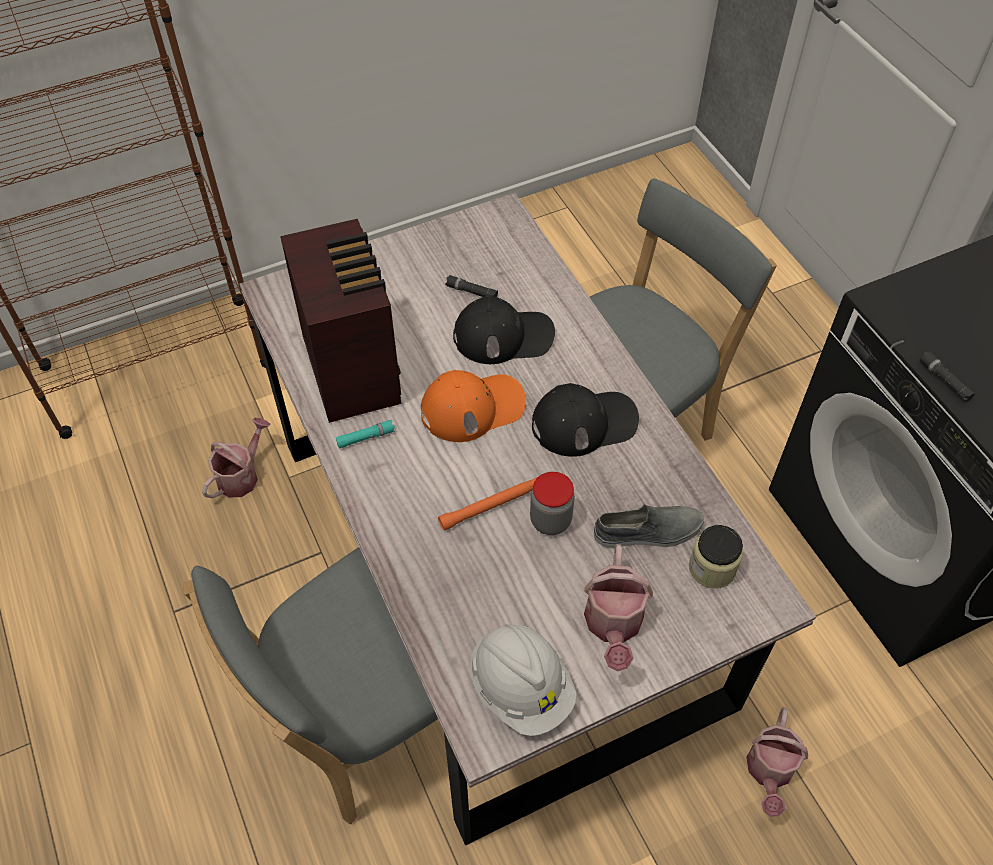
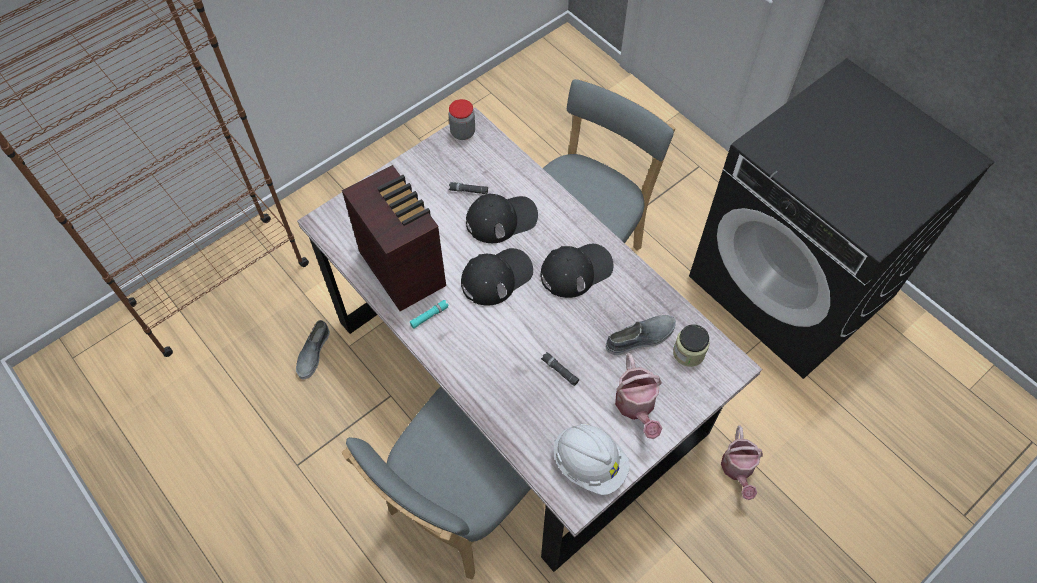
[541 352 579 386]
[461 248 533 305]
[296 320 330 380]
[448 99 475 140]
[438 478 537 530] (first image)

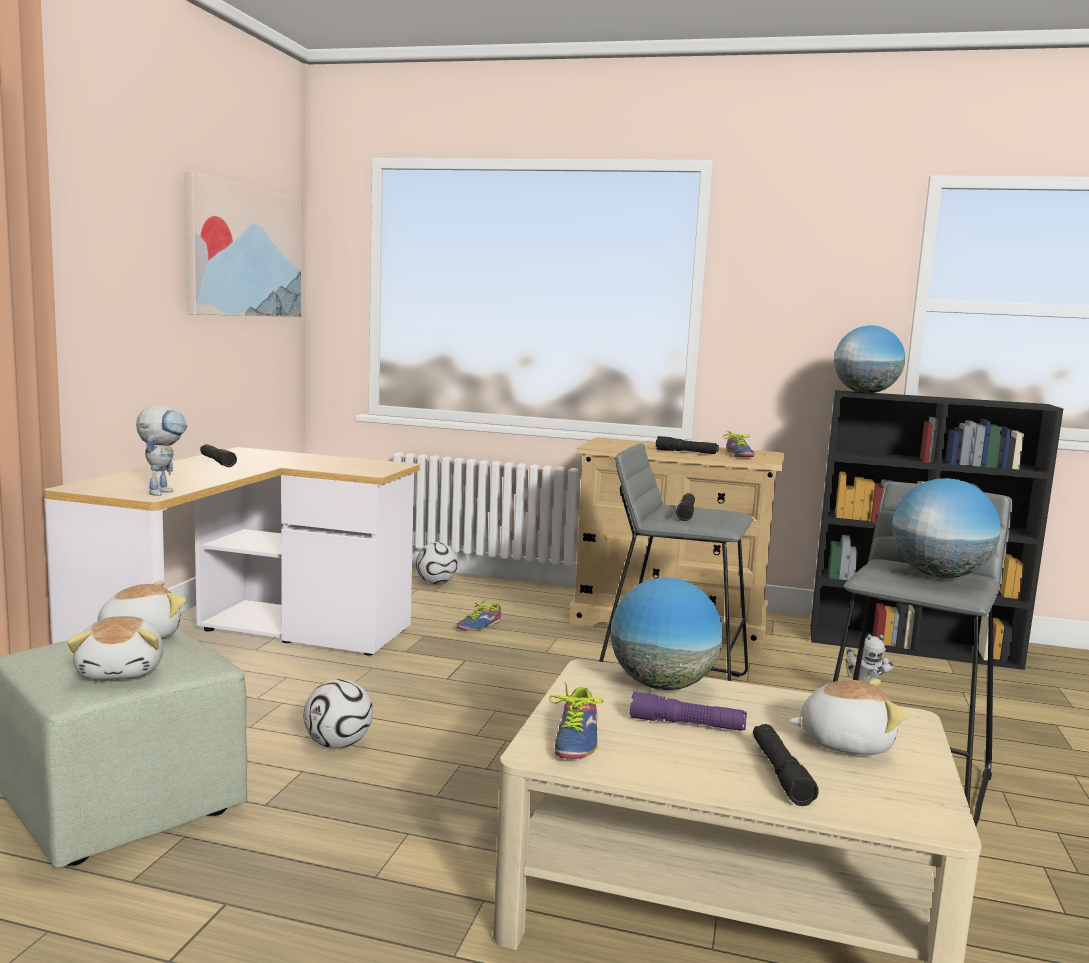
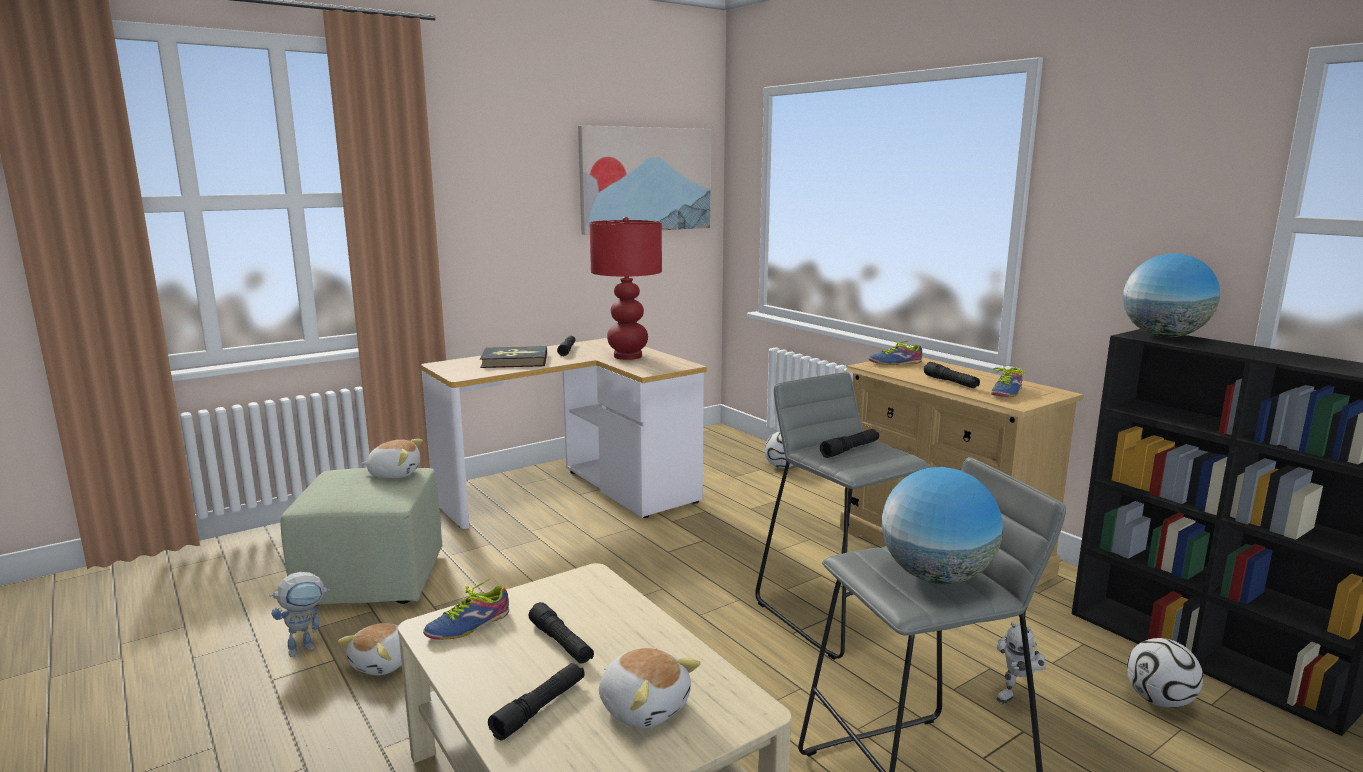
[269 572 330 657]
[611 577 723 690] (first image)
[868 340 922 365]
[338 623 402 676]
[1127 638 1203 708]
[529 602 594 664]
[590 217 662 360]
[480 346 547 368]

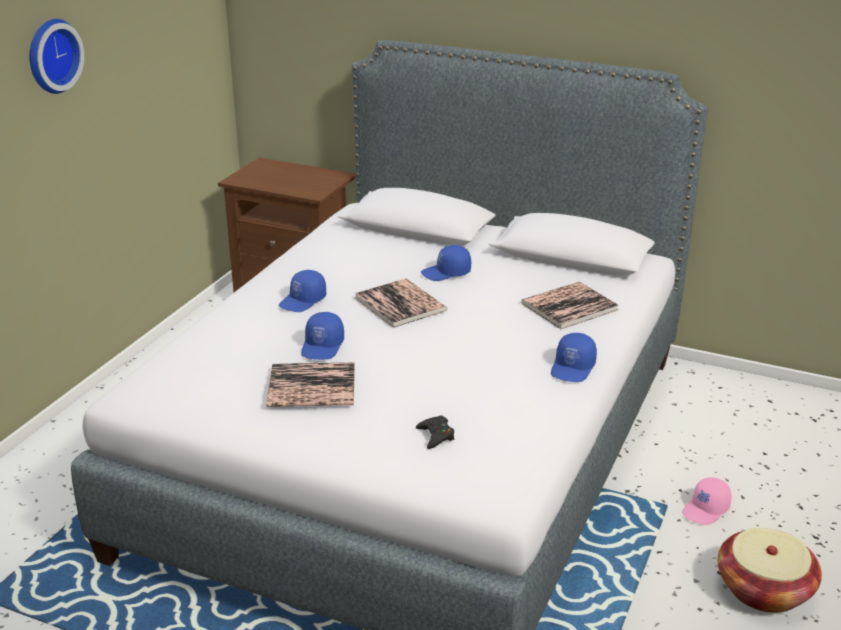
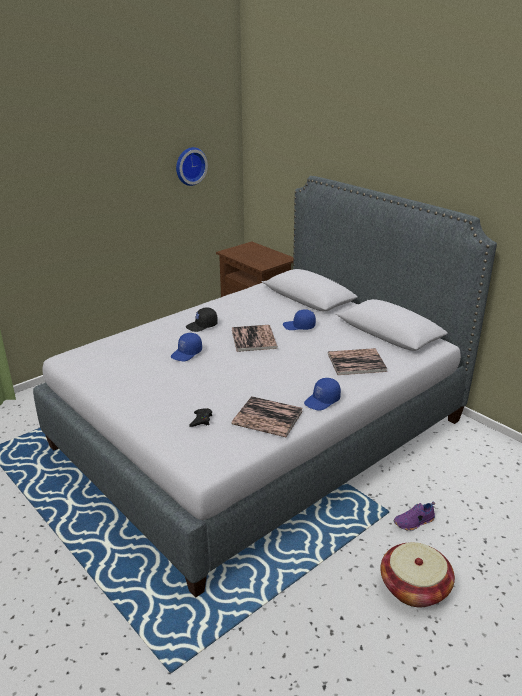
[176 147 208 186]
[186 308 218 332]
[232 396 303 437]
[394 501 435 531]

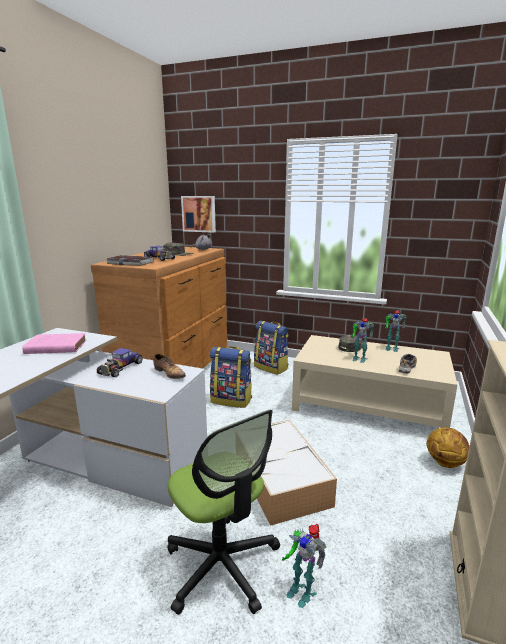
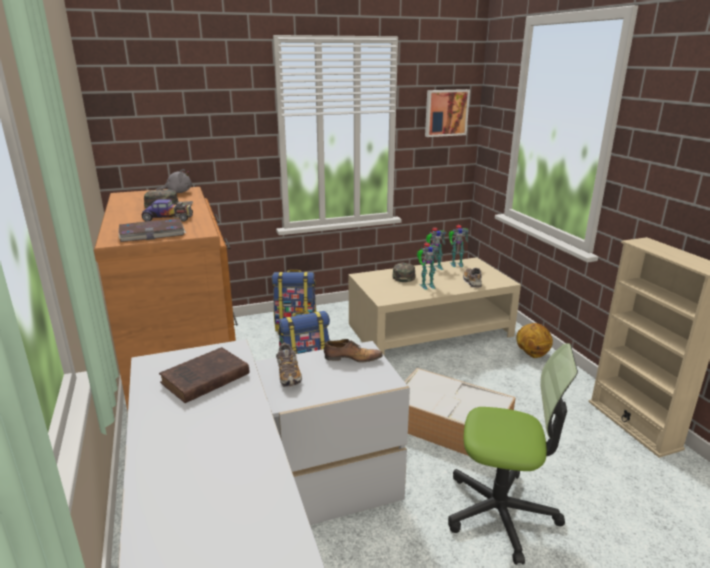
[425 89 470 137]
[159 347 250 403]
[276 343 302 387]
[448 225 469 267]

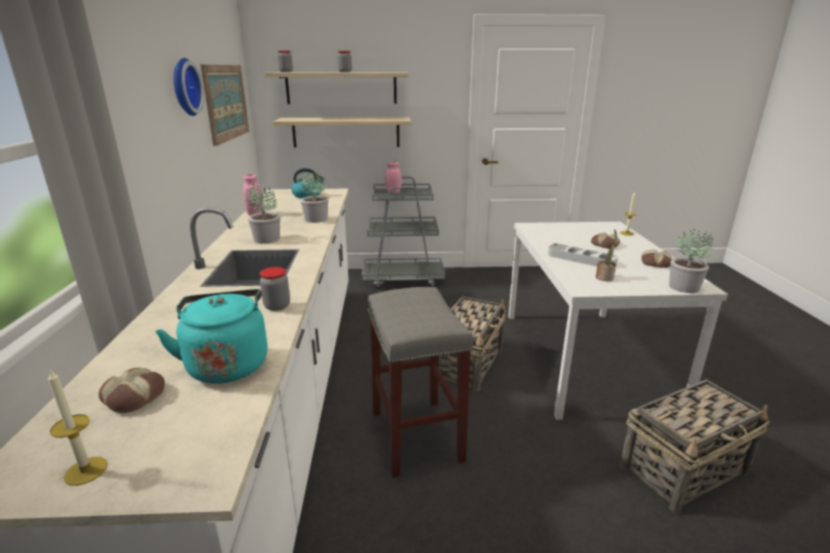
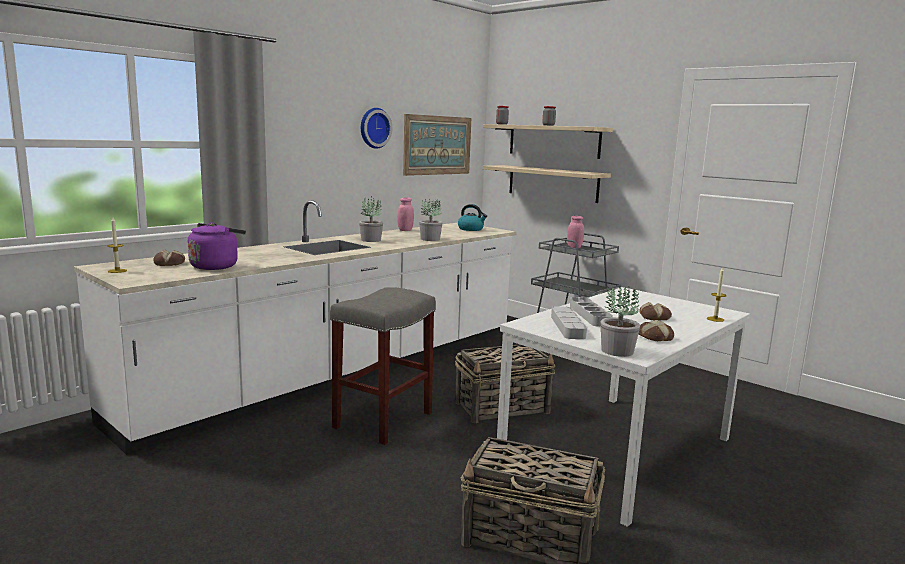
[551 306 587 339]
[260 267 290 311] (first image)
[188 222 246 270]

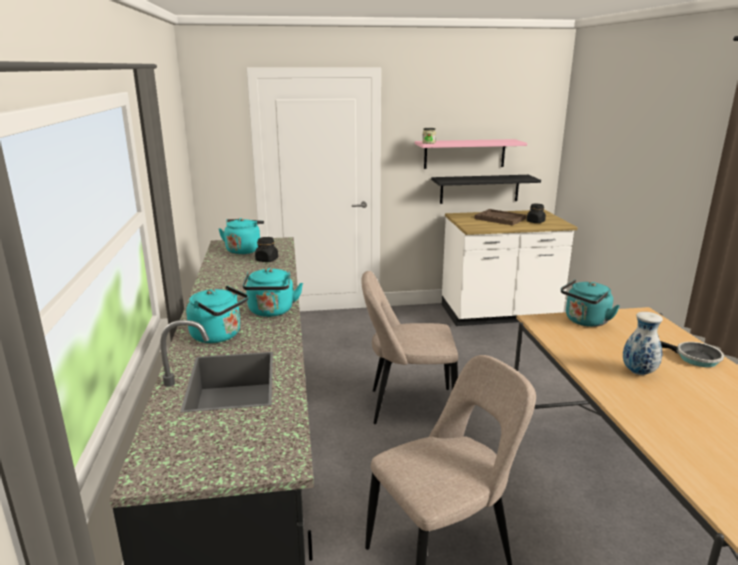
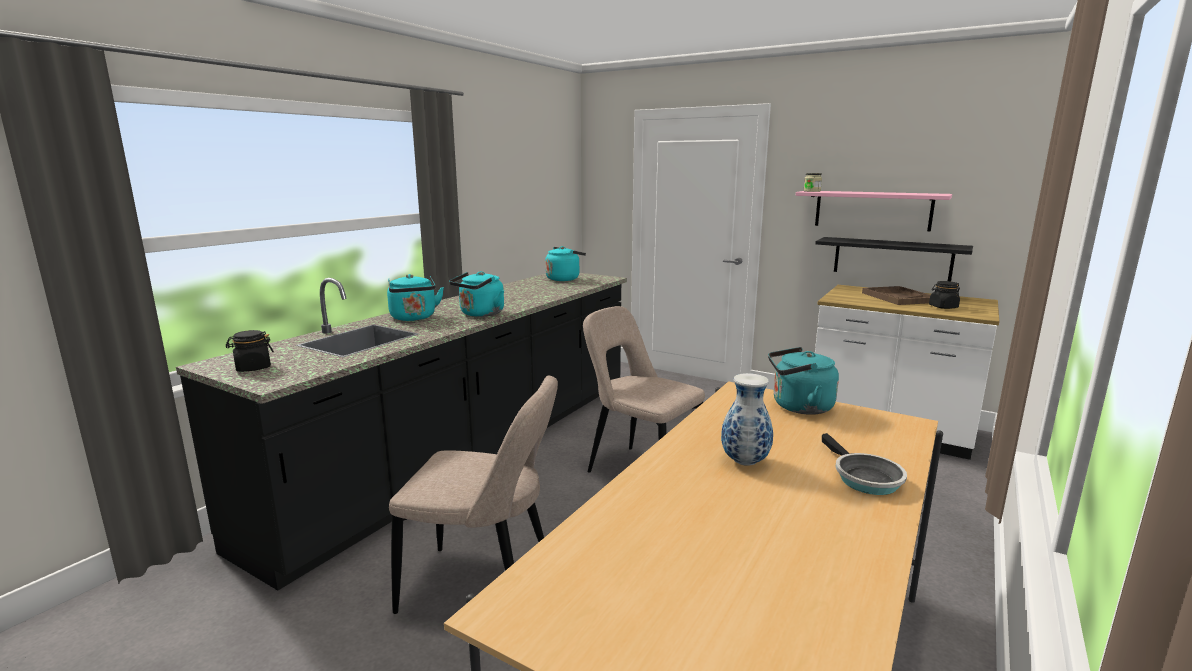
[226 330 274 372]

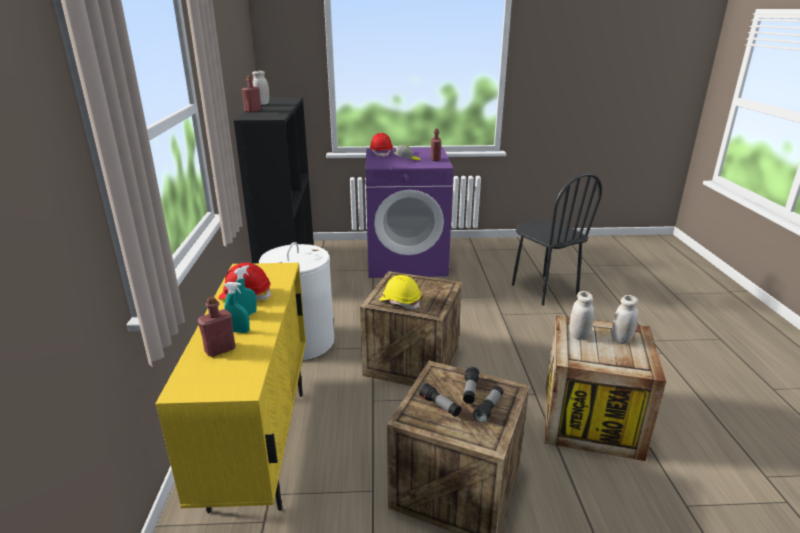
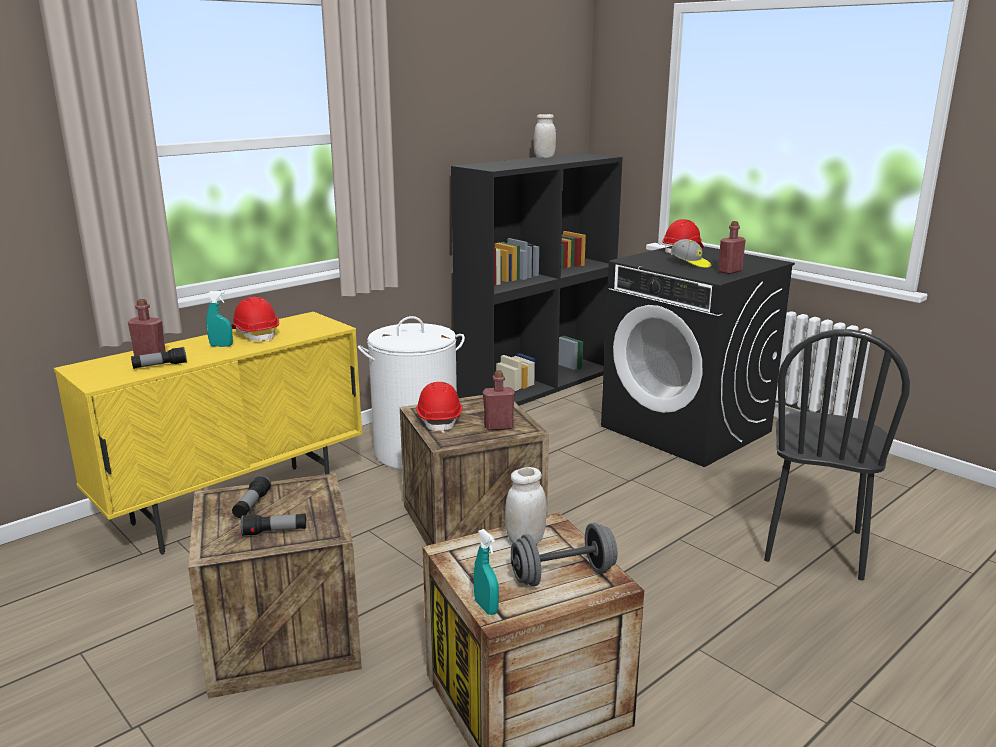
[483 370 515 431]
[601 246 795 467]
[416 382 462 433]
[474 529 499 615]
[511 523 617 587]
[131 347 187 369]

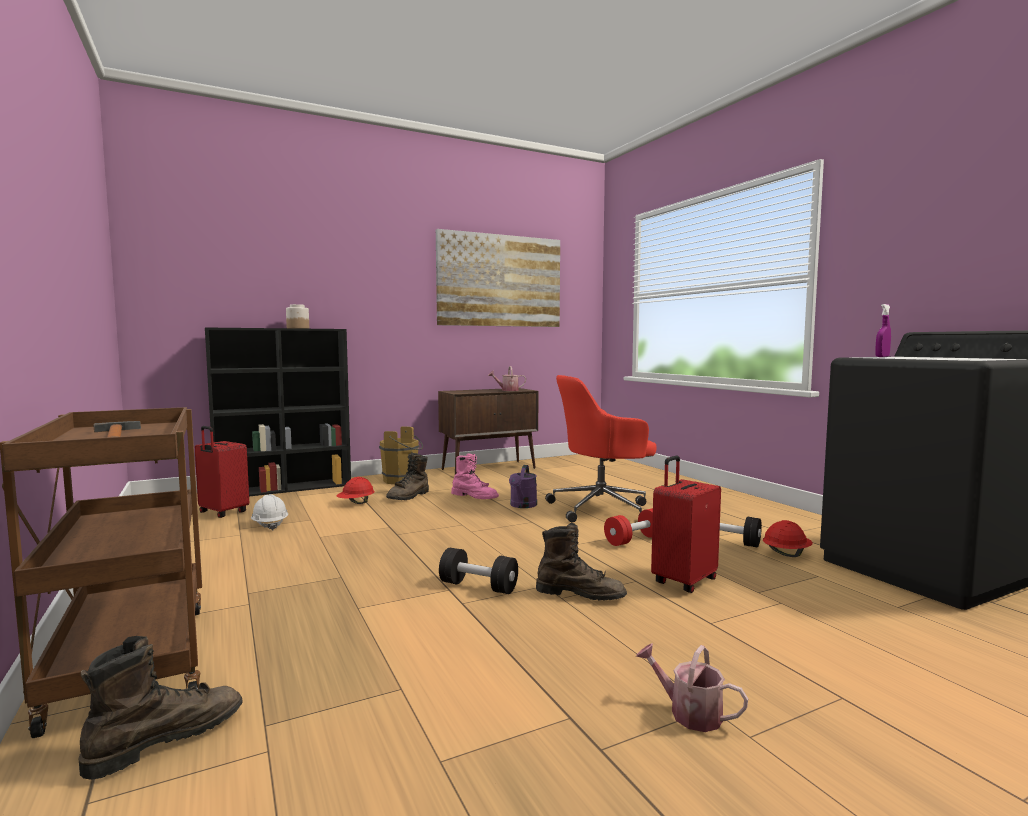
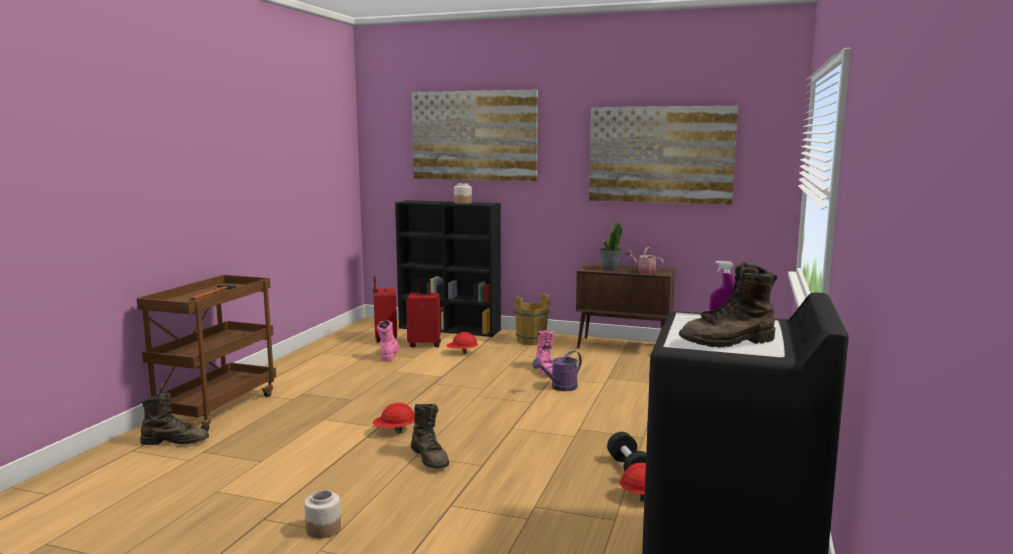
[545 375 657 523] (first image)
[679 262 777 347]
[406 279 441 348]
[377 320 400 361]
[604 508 653 546] (first image)
[373 402 415 434]
[304 490 341 538]
[412 90 538 182]
[599 221 622 271]

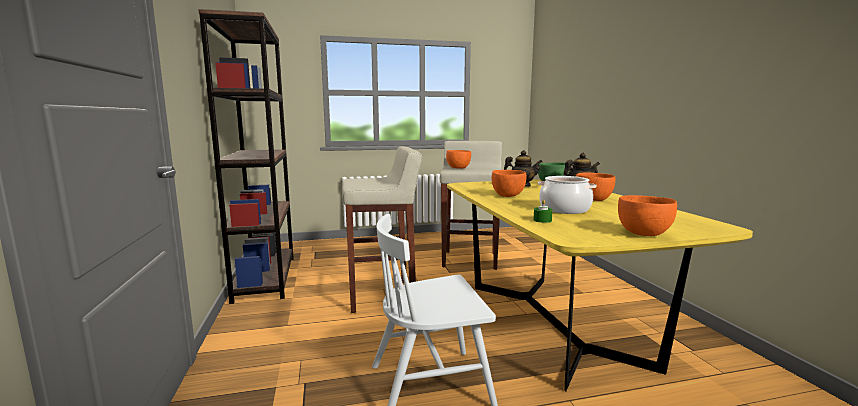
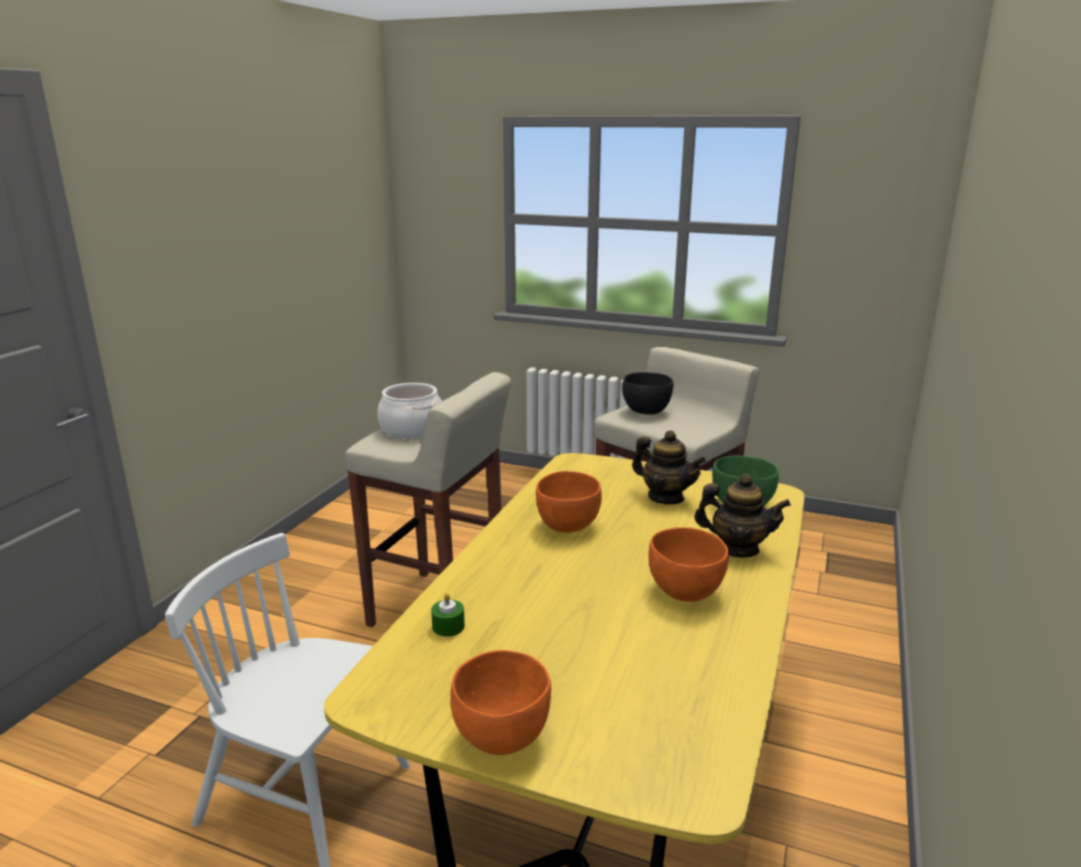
[198 9 294 304] (first image)
[622 372 673 414]
[377 383 442 439]

